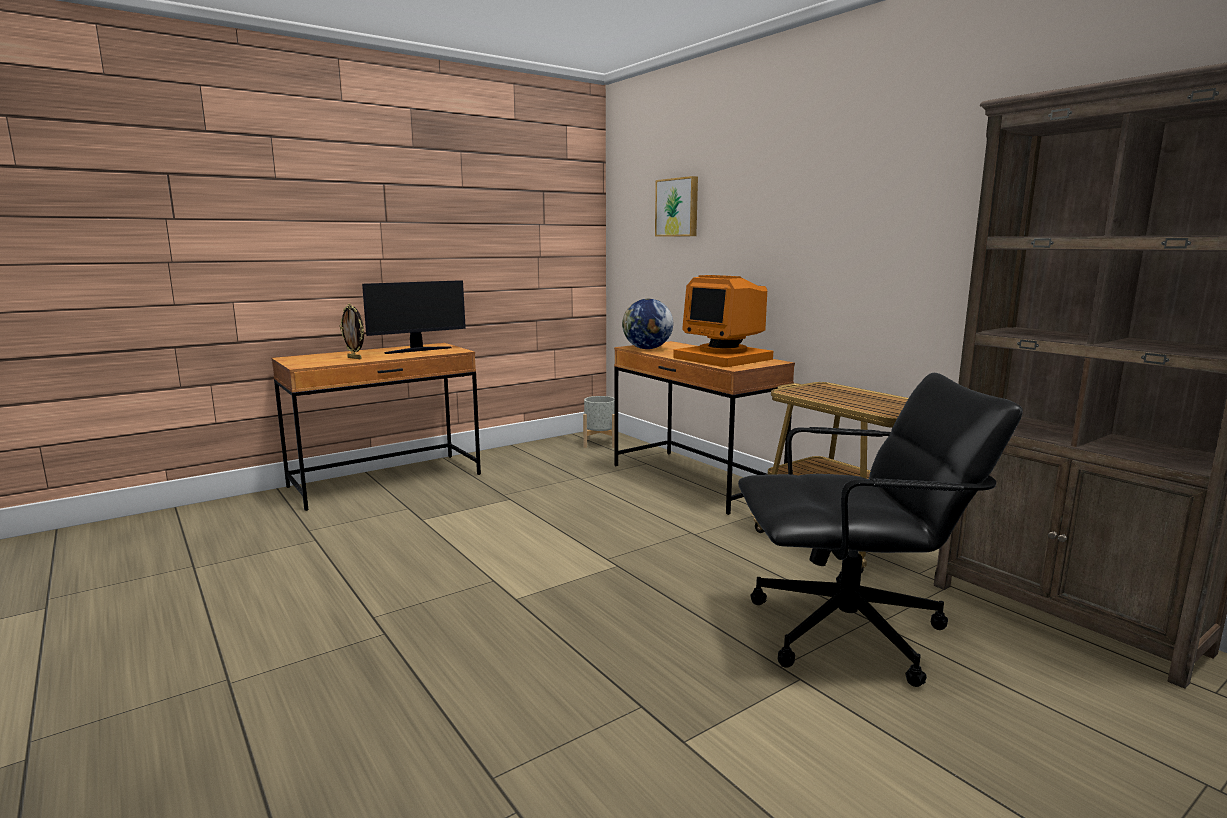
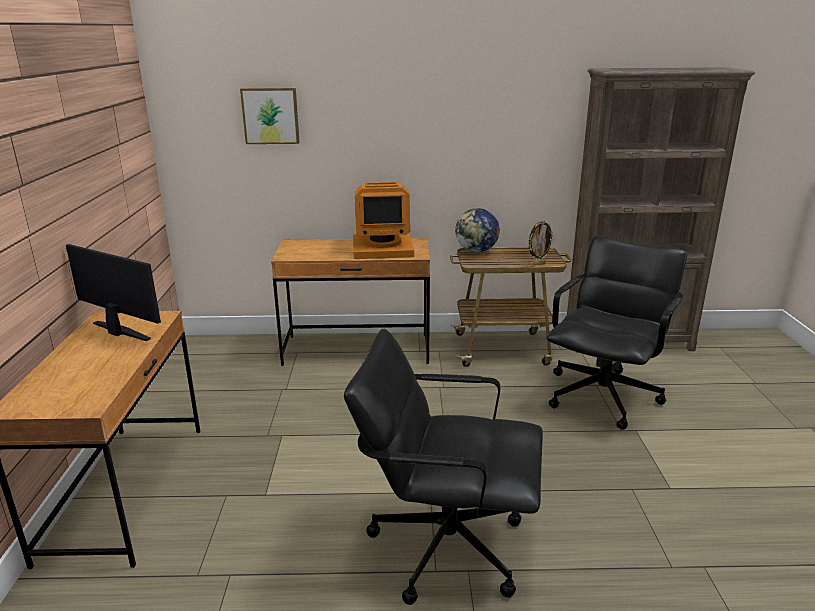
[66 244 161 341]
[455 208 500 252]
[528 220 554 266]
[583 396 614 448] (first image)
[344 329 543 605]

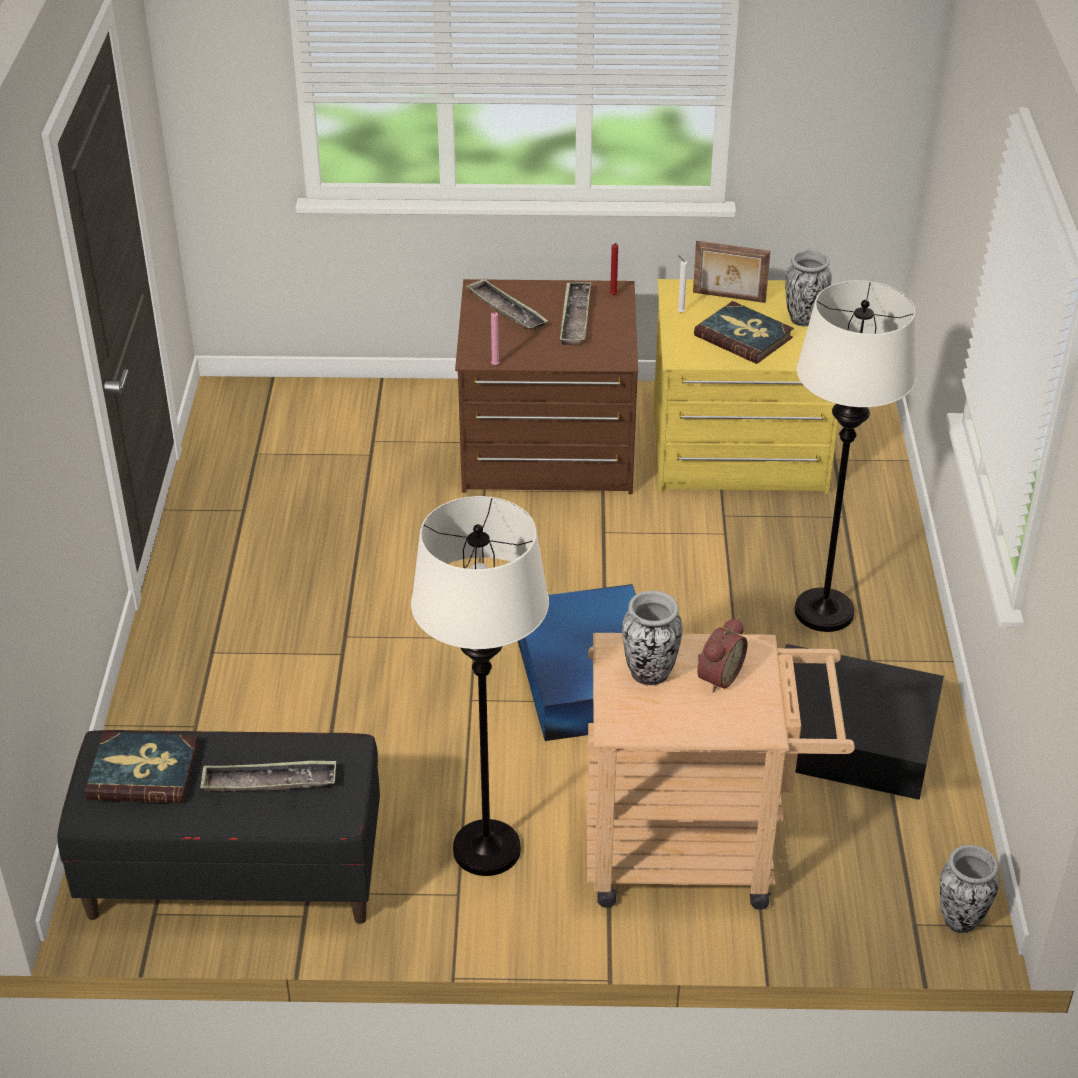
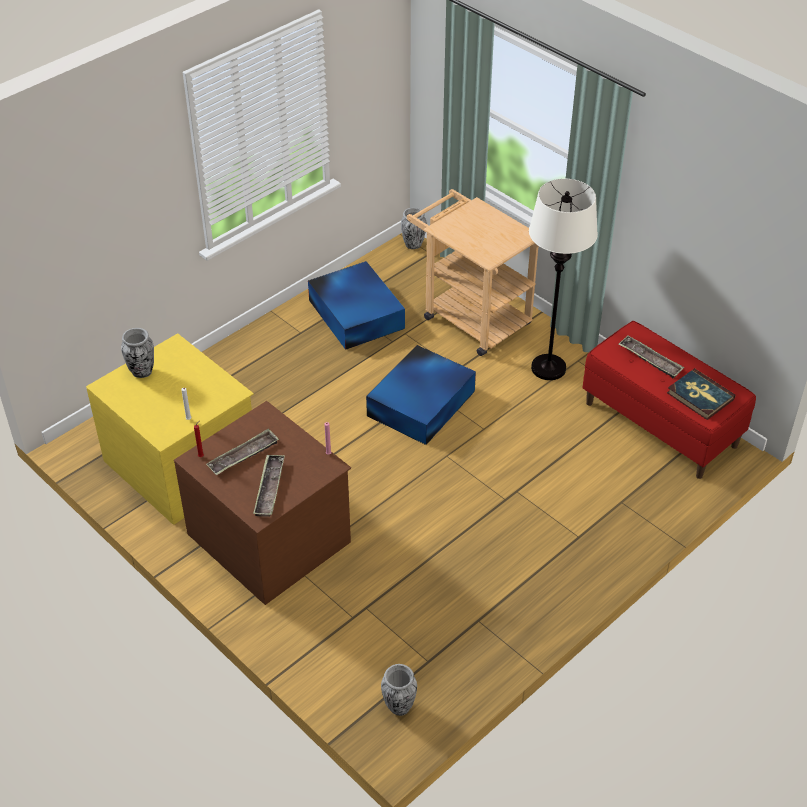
[693 241 770 303] (first image)
[794 280 916 632] (first image)
[694 301 794 364] (first image)
[381 664 417 716]
[697 618 747 693] (first image)
[308 261 405 350]
[583 321 756 479]

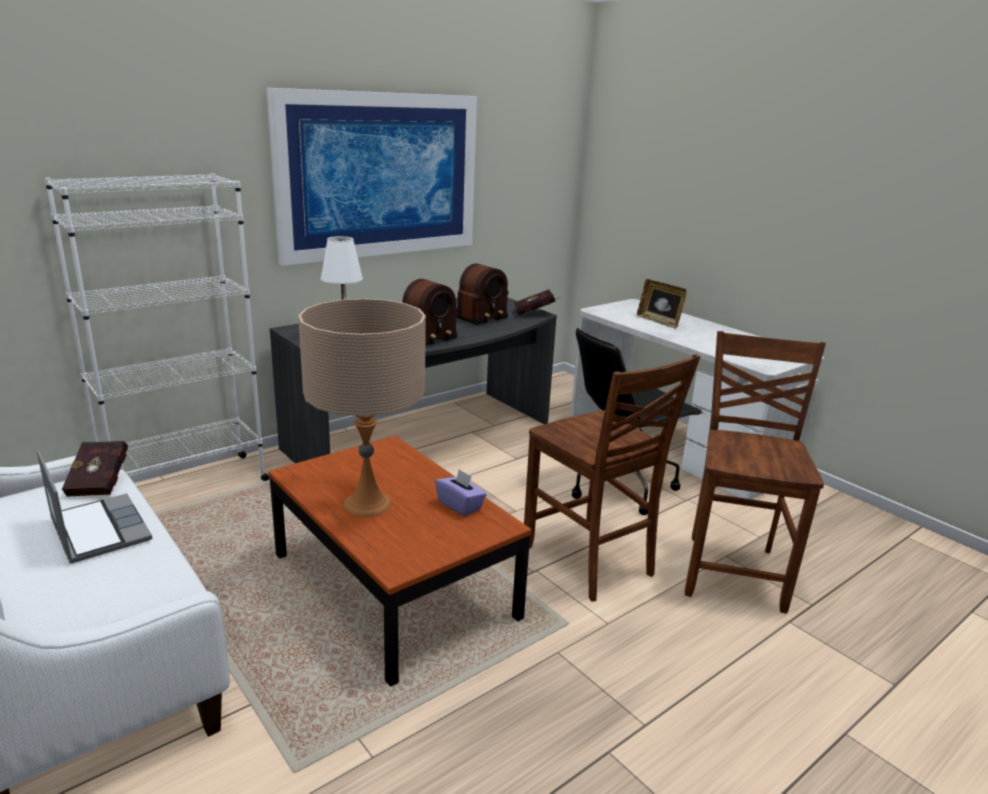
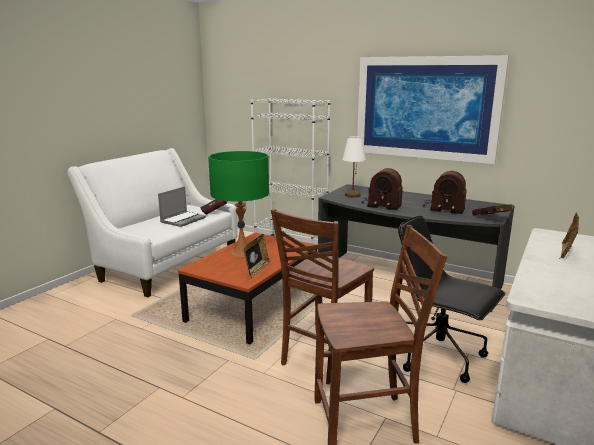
[208 151 269 257]
[244 234 271 277]

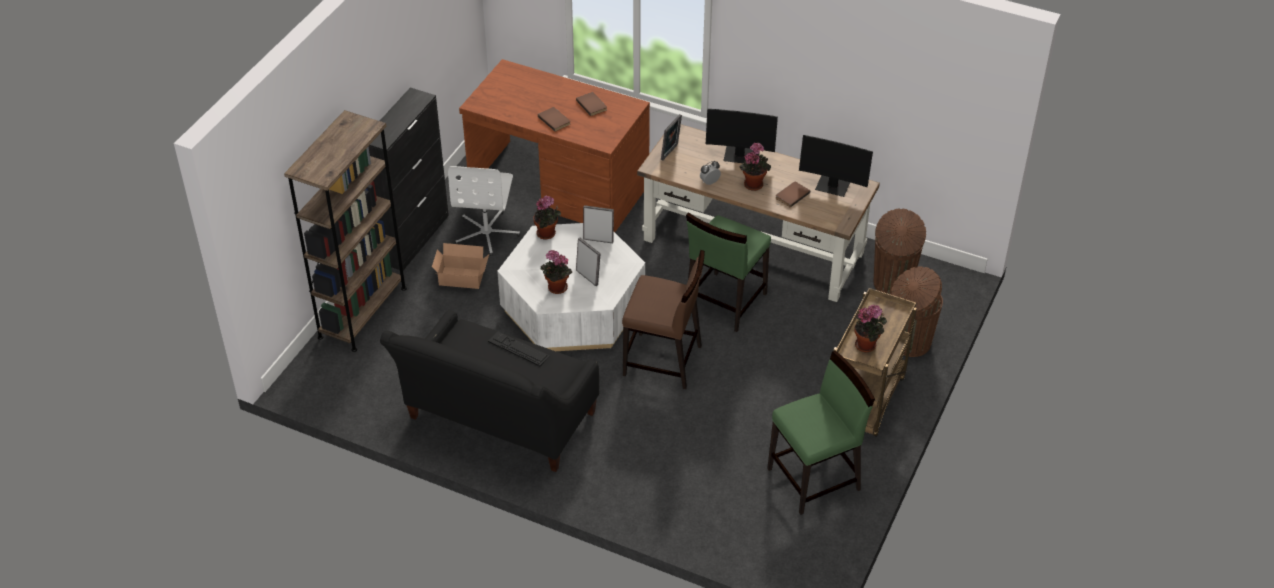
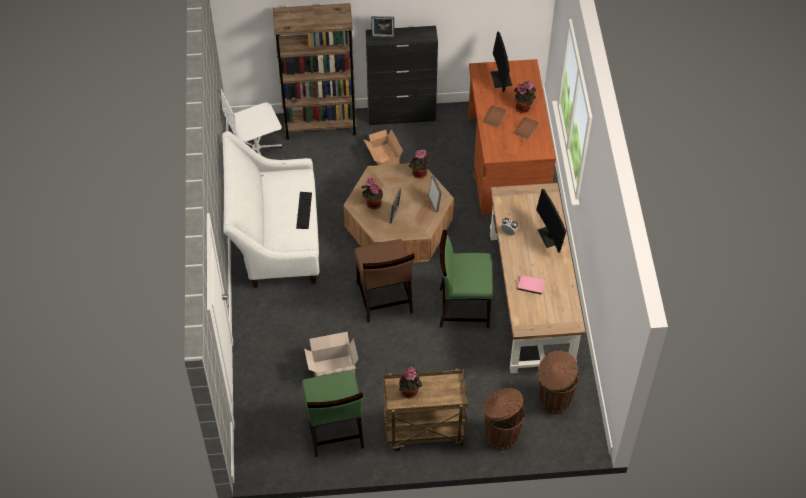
[371 16 395 38]
[491 31 512 92]
[514 81 536 113]
[220 89 282 156]
[517 275 545 295]
[343 163 454 263]
[222 131 320 288]
[302 371 364 457]
[304 332 358 377]

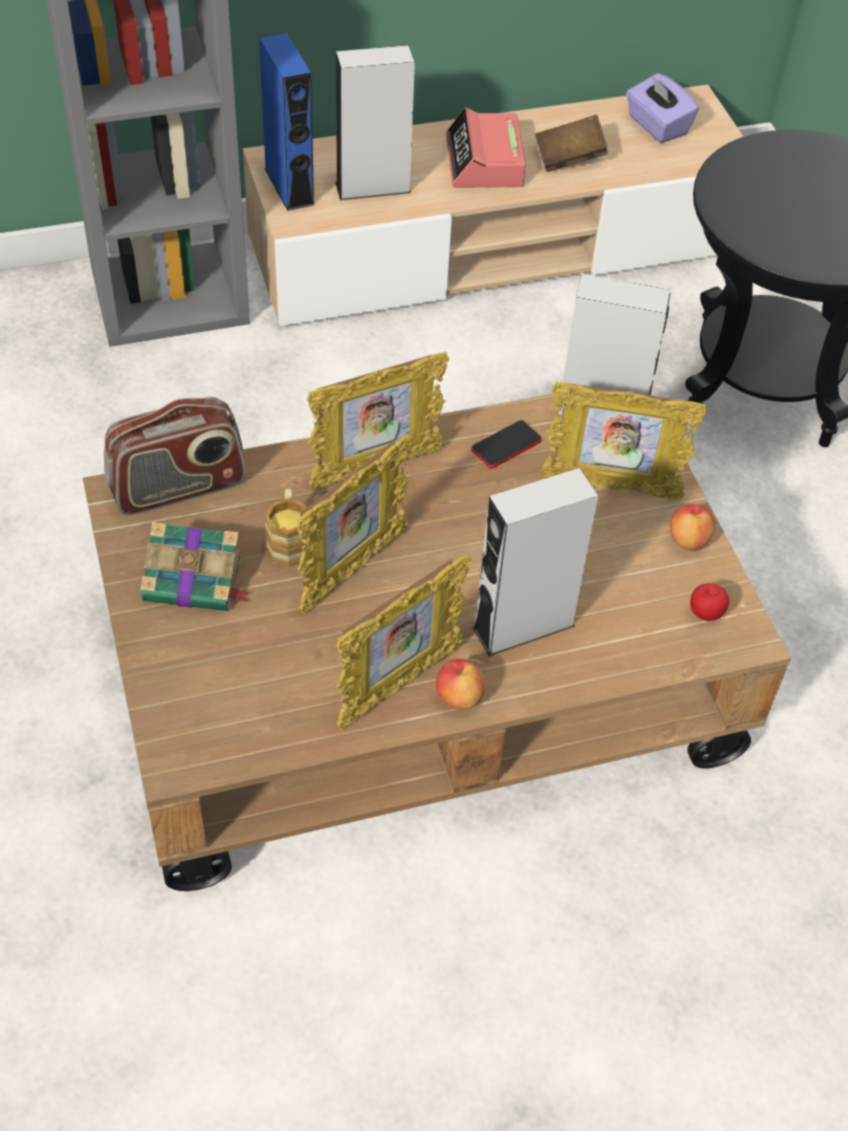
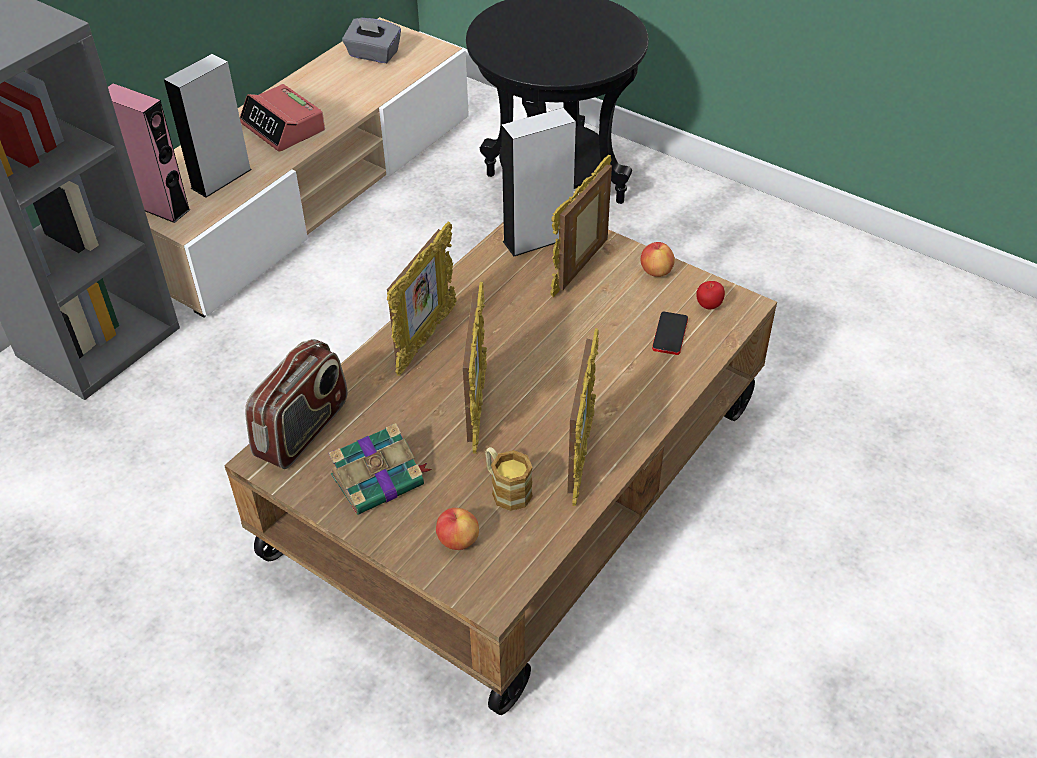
[108 83 191 223]
[342 18 401 63]
[535 115 608 172] (first image)
[550 155 612 297]
[652 311 688 355]
[472 468 598 656] (first image)
[485 447 533 511]
[436 508 479 550]

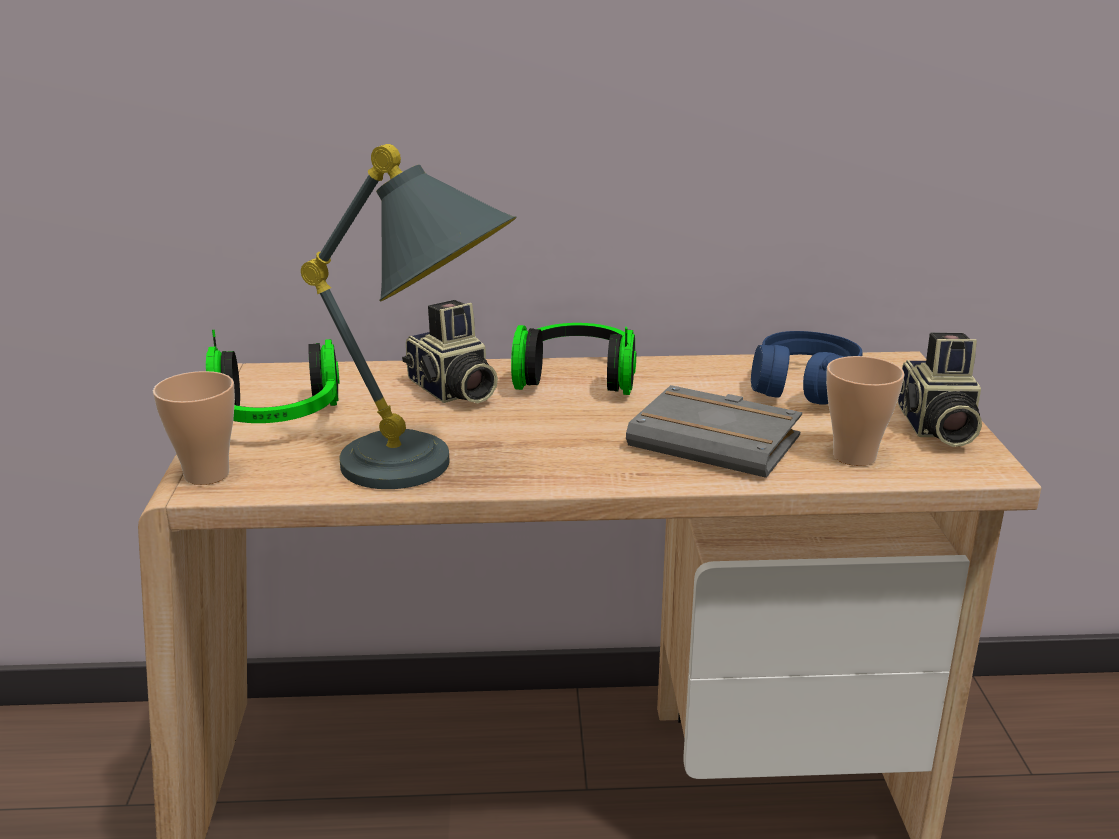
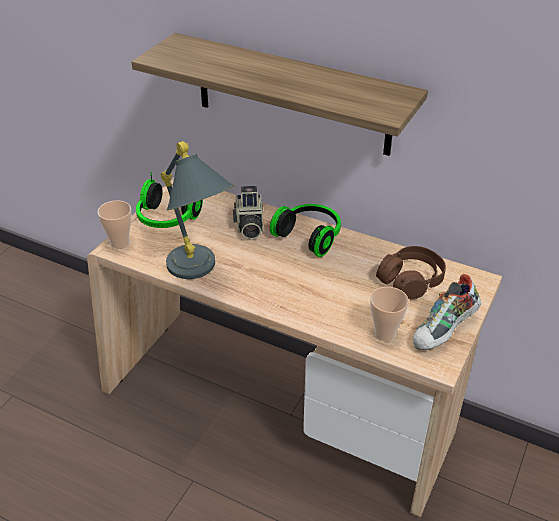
[376 246 446 299]
[413 274 481 350]
[626 385 802 478] (first image)
[132 33 428 156]

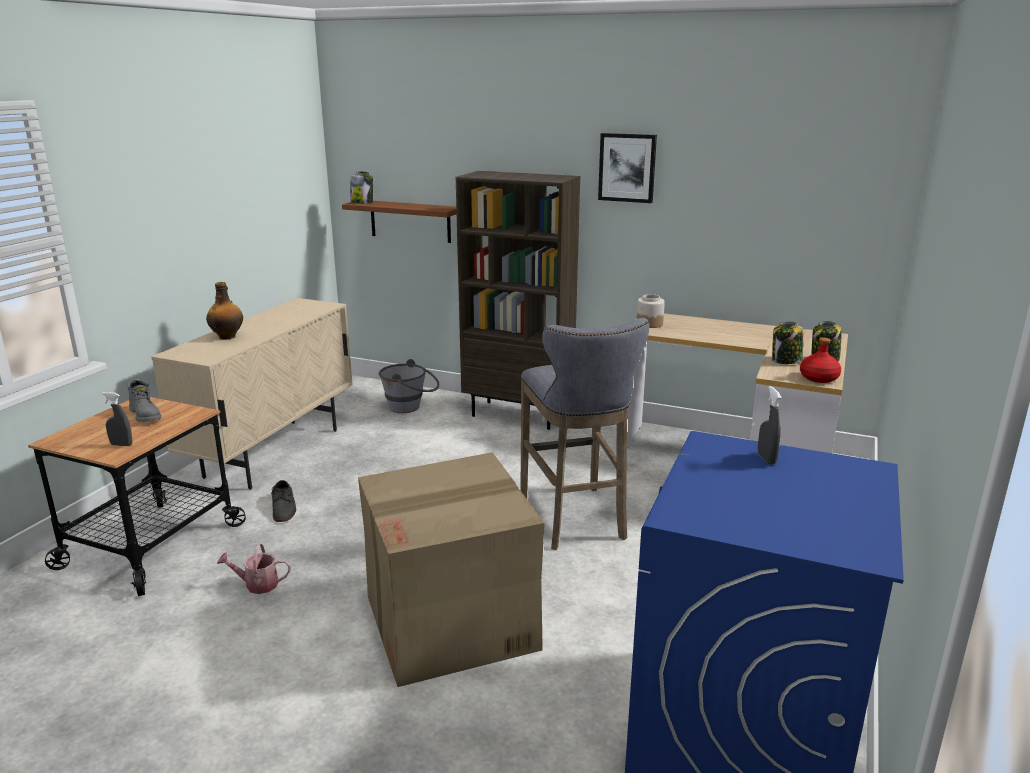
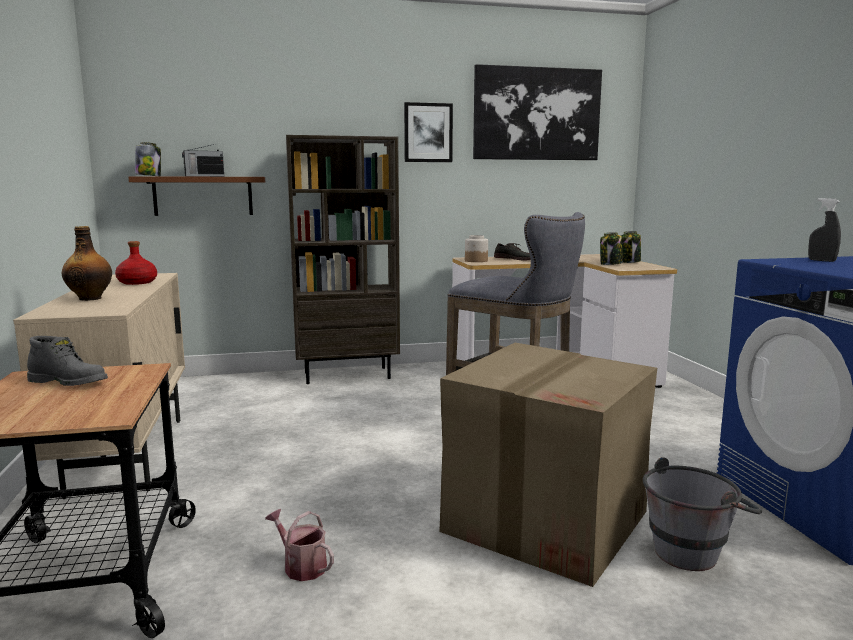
[115 241 157 285]
[643 457 762 571]
[102 392 132 446] (first image)
[494 243 531 261]
[265 509 334 581]
[473 64 602 160]
[182 144 224 177]

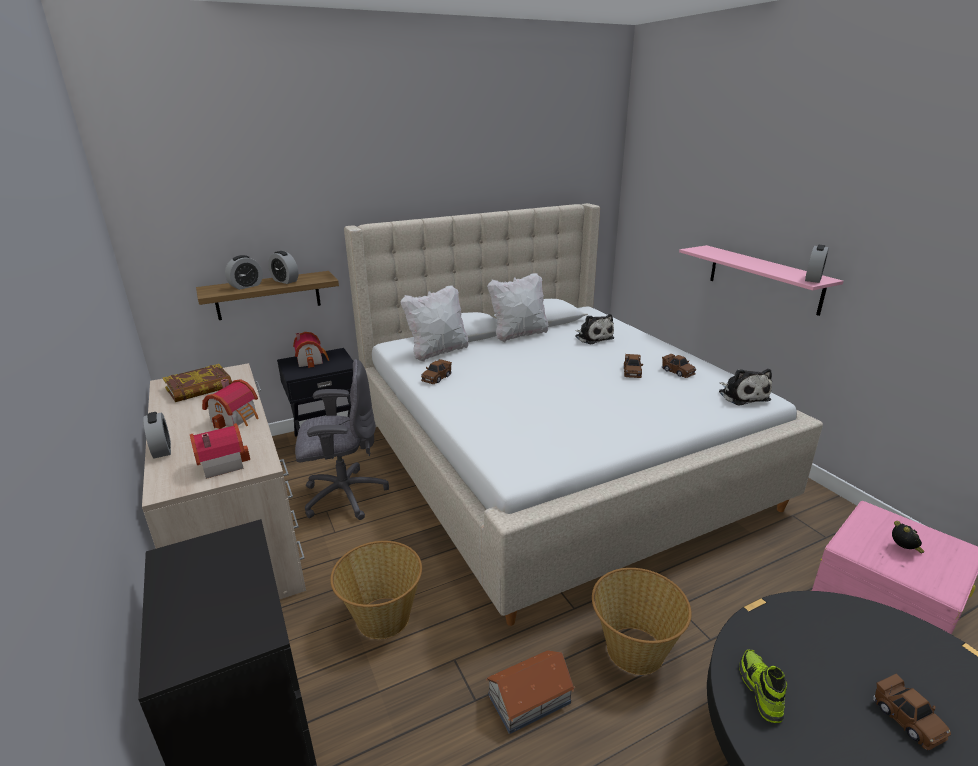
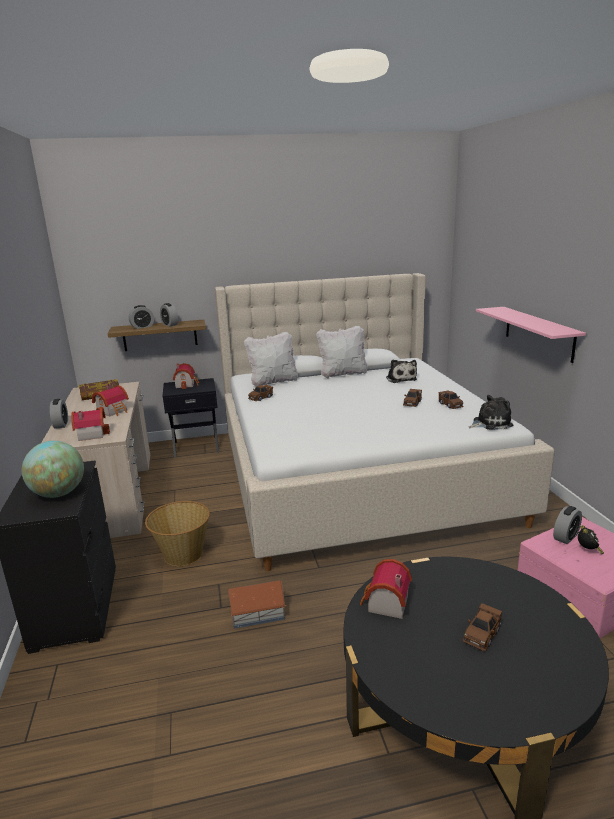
[553 506 582 545]
[295 359 389 520] (first image)
[468 395 513 430]
[592 568 692 675] (first image)
[360 559 412 619]
[463 603 502 651]
[22 441 84 498]

